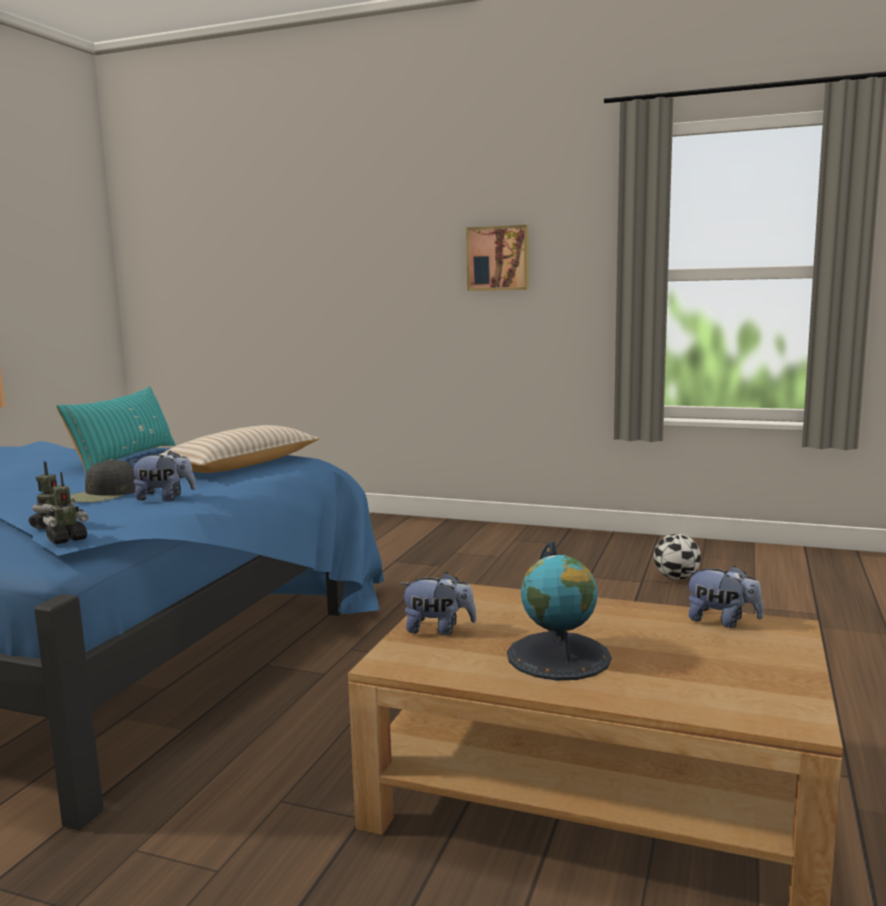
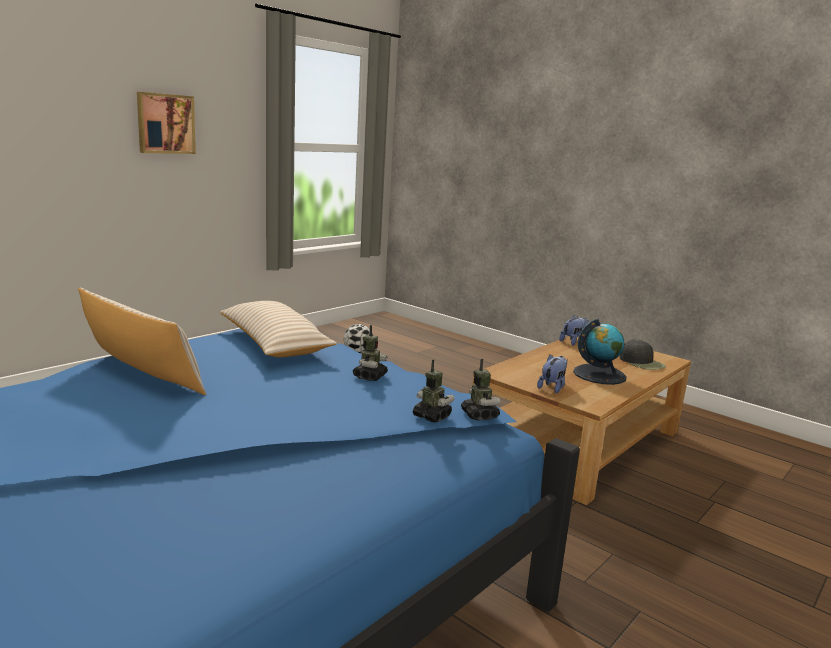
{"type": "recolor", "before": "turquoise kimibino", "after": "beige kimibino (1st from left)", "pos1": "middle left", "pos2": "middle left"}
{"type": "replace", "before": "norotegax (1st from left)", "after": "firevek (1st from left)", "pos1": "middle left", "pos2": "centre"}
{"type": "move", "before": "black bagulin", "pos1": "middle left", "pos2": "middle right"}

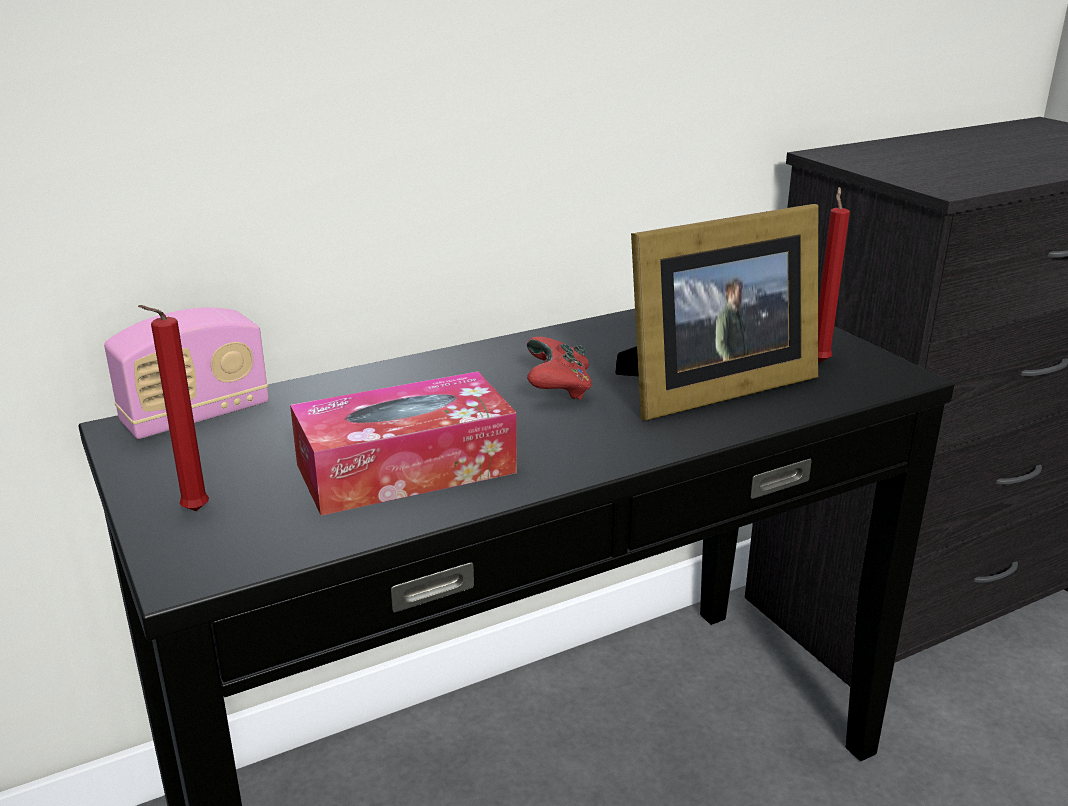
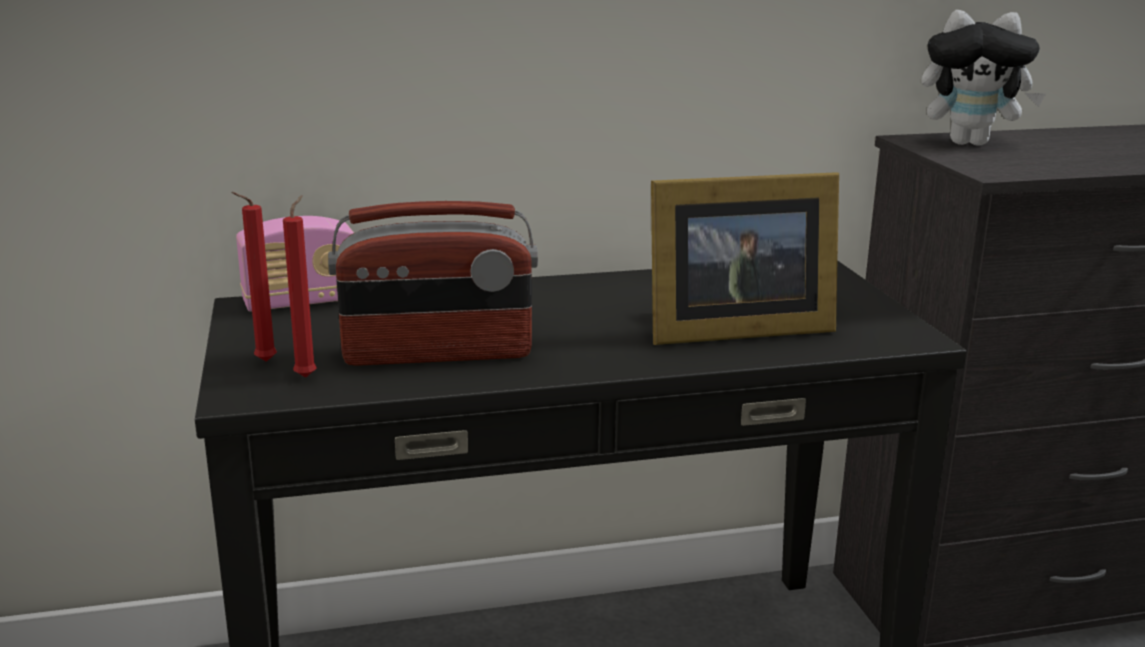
{"type": "move", "before": "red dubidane (2nd from left)", "pos1": "middle right", "pos2": "middle left"}
{"type": "replace", "before": "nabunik", "after": "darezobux (2nd from left)", "pos1": "centre", "pos2": "centre"}
{"type": "insert", "after": "norotegax", "pos2": "top right"}
{"type": "delete", "before": "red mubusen", "pos1": "centre"}

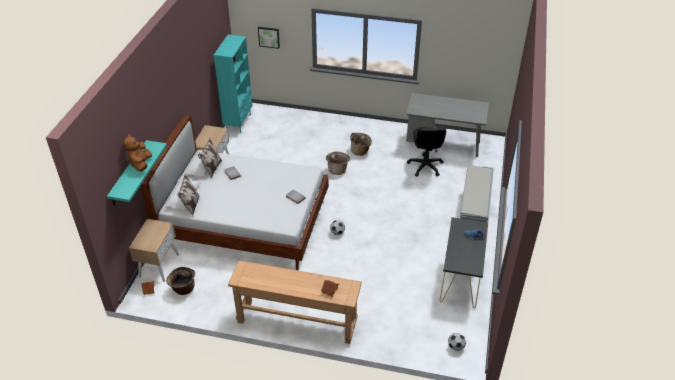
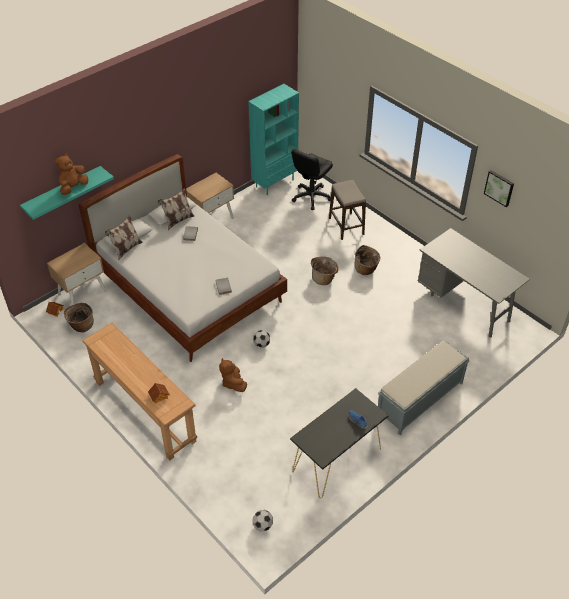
{"type": "insert", "after": "brown norotegax (2nd from left)", "pos2": "centre"}
{"type": "move", "before": "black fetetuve", "pos1": "centre", "pos2": "top centre"}
{"type": "insert", "after": "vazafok", "pos2": "centre"}
{"type": "move", "before": "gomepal", "pos1": "top centre", "pos2": "top right"}

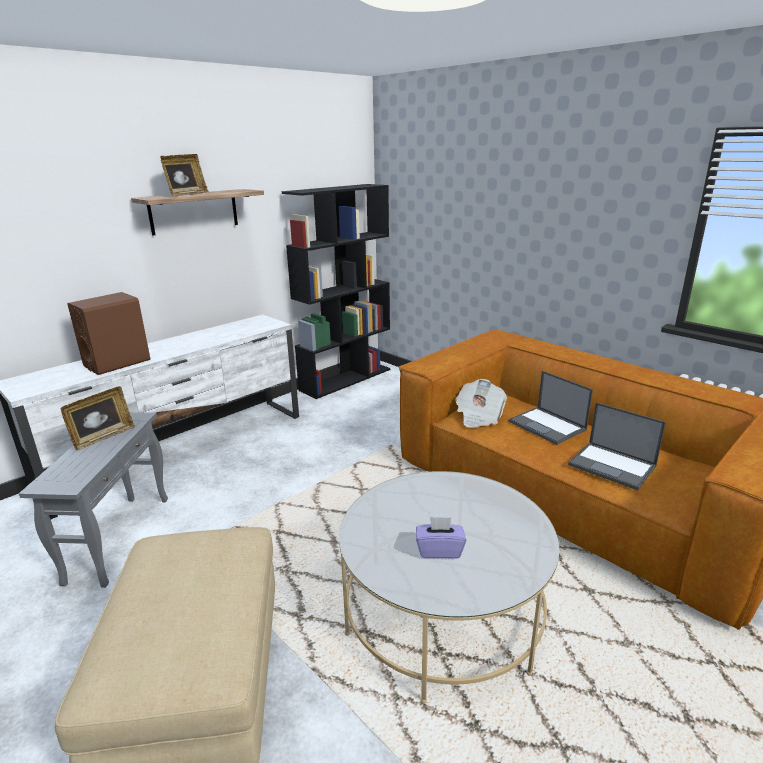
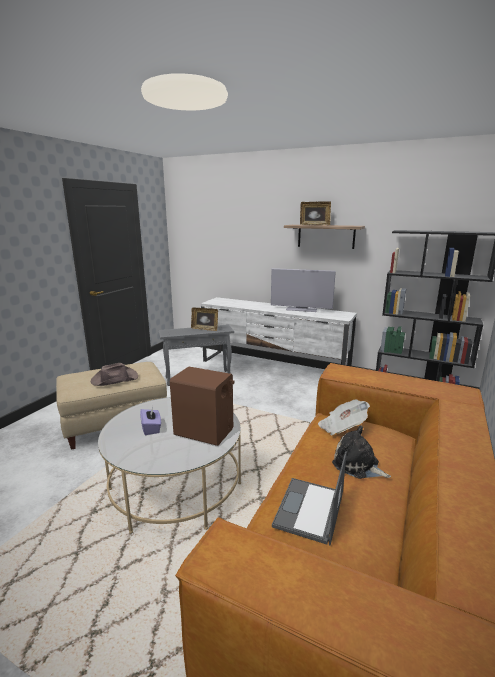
{"type": "insert", "after": "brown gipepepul", "pos2": "middle left"}
{"type": "move", "before": "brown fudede", "pos1": "middle left", "pos2": "centre"}
{"type": "insert", "after": "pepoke", "pos2": "centre"}
{"type": "replace", "before": "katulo (1st from left)", "after": "norotegax", "pos1": "middle right", "pos2": "bottom right"}

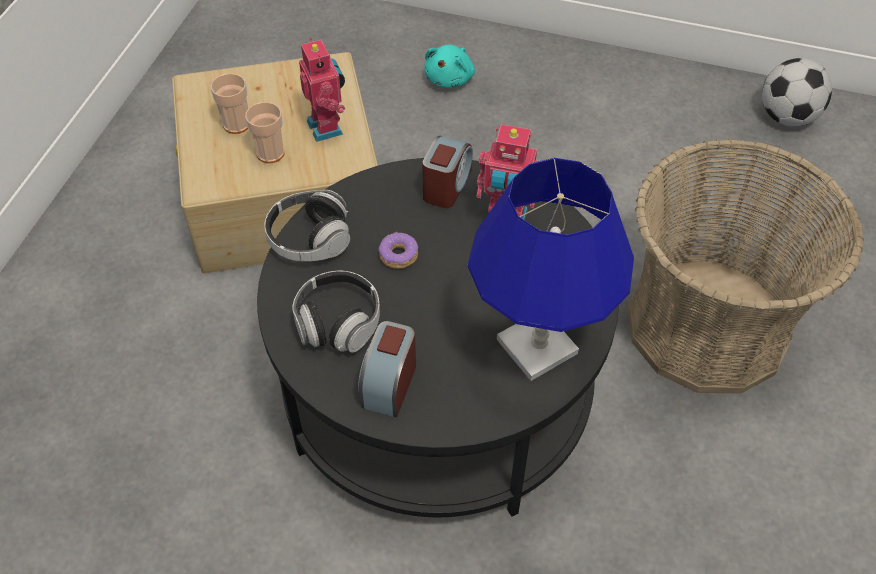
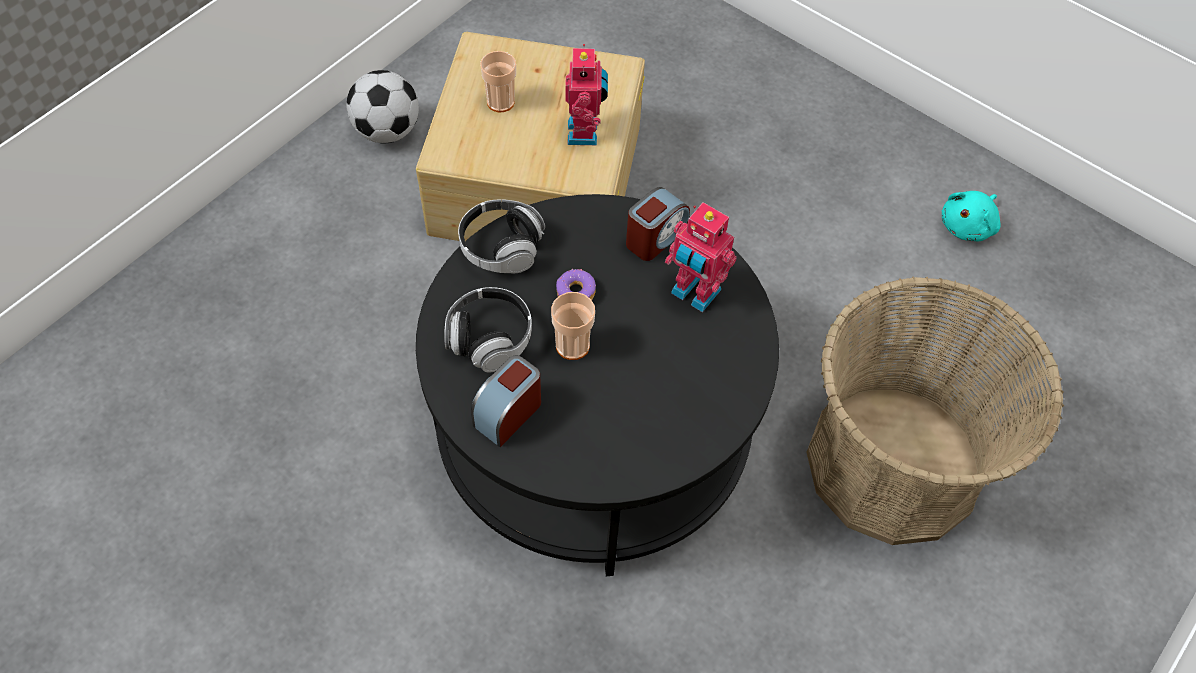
{"type": "move", "before": "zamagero", "pos1": "top right", "pos2": "top left"}
{"type": "move", "before": "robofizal (2nd from left)", "pos1": "top left", "pos2": "centre"}
{"type": "move", "before": "turquoise norotegax", "pos1": "top centre", "pos2": "top right"}
{"type": "delete", "before": "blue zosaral", "pos1": "centre"}

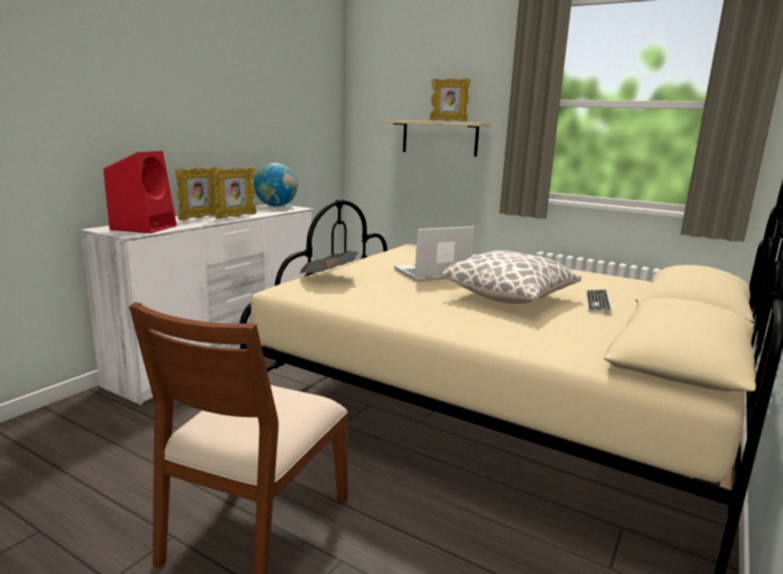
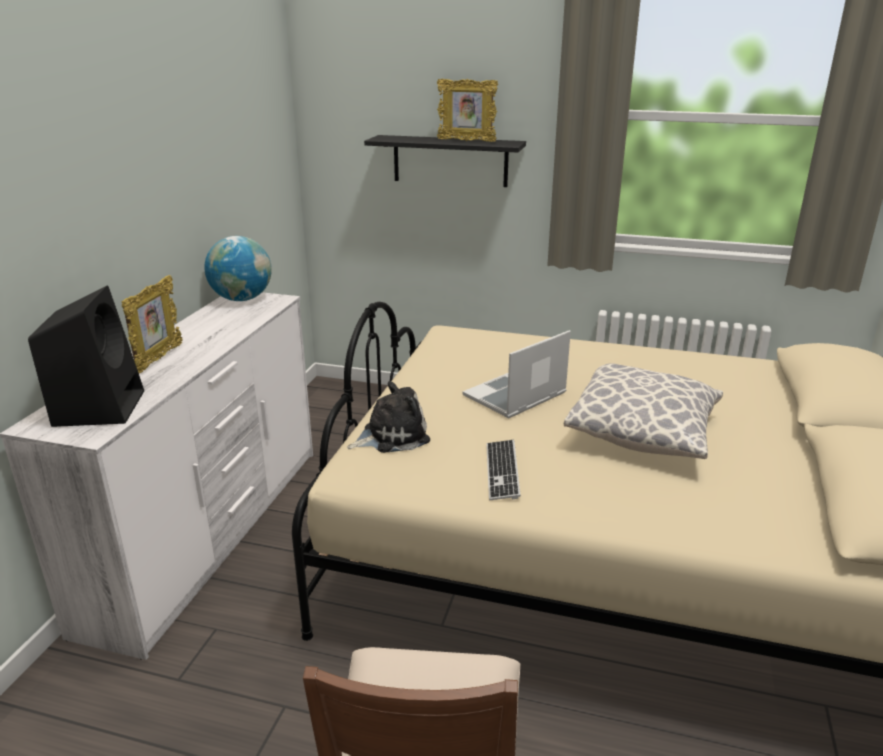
{"type": "recolor", "before": "red fudede", "after": "black fudede", "pos1": "middle left", "pos2": "middle left"}
{"type": "replace", "before": "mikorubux", "after": "norotegax", "pos1": "centre", "pos2": "centre"}
{"type": "recolor", "before": "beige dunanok", "after": "black dunanok", "pos1": "top centre", "pos2": "top centre"}
{"type": "move", "before": "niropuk", "pos1": "middle right", "pos2": "centre"}
{"type": "delete", "before": "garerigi (2nd from left)", "pos1": "middle left"}

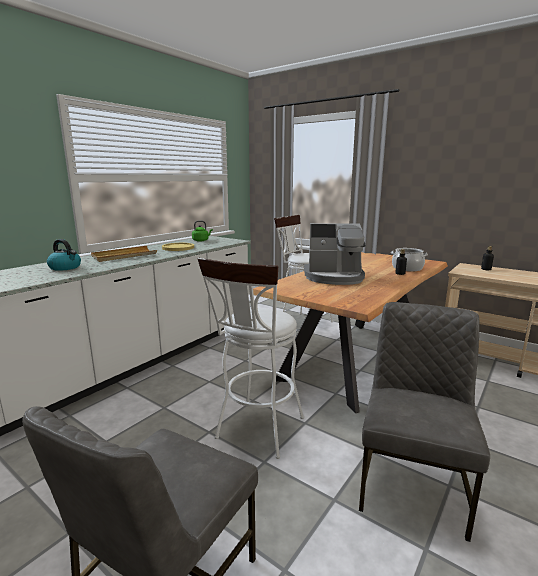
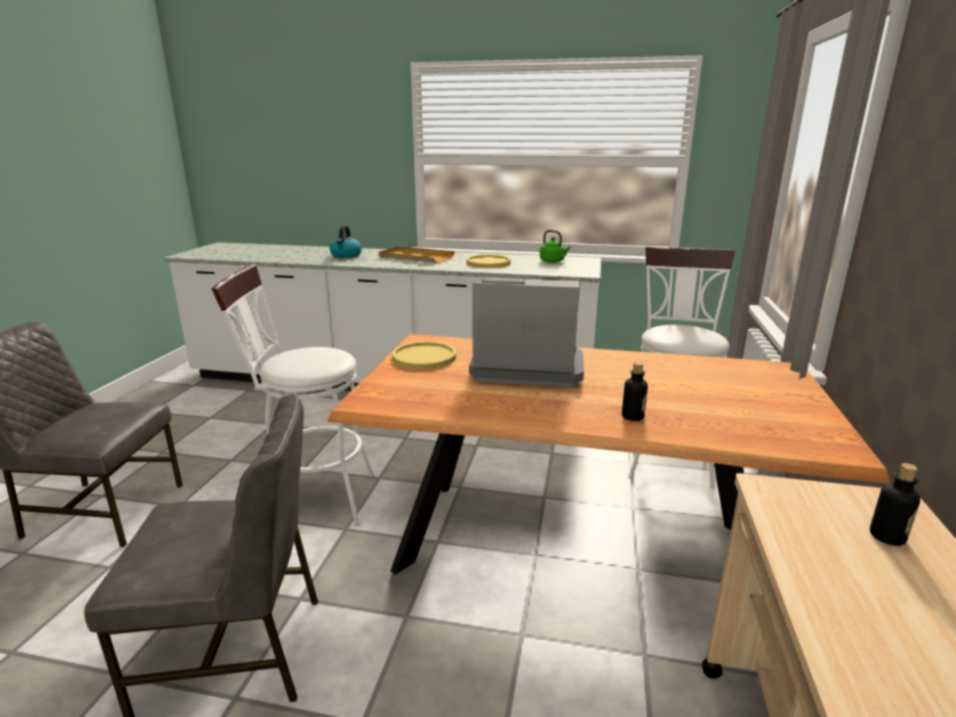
{"type": "insert", "after": "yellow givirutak (1st from left)", "pos2": "centre"}
{"type": "rotate", "before": "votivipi", "pos1": "centre", "pos2": "centre", "turn": 120}
{"type": "delete", "before": "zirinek", "pos1": "middle right"}

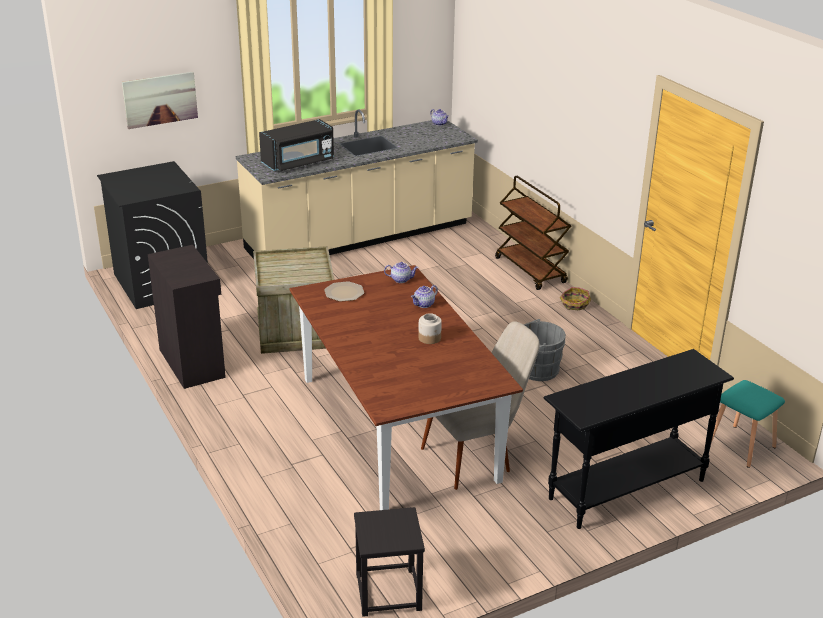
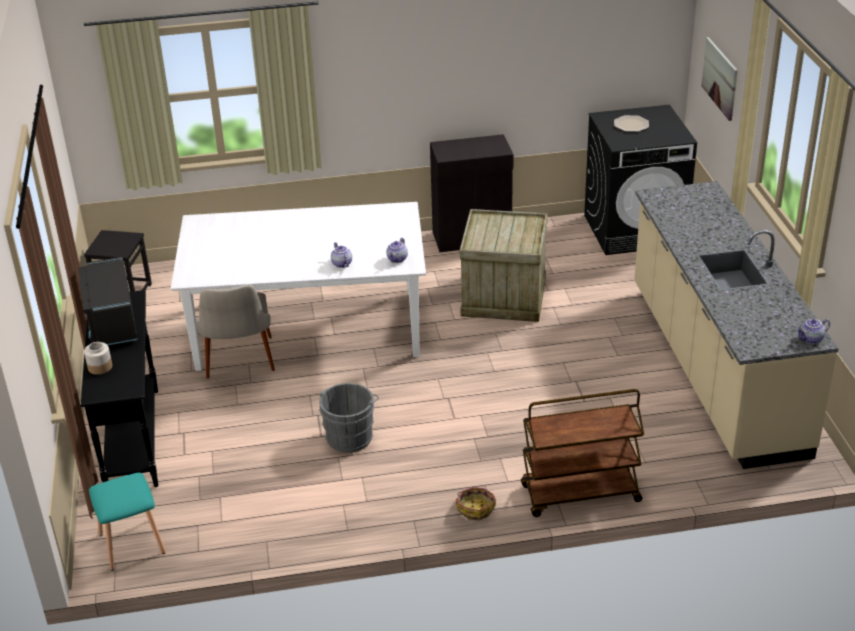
{"type": "move", "before": "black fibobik", "pos1": "top centre", "pos2": "middle left"}
{"type": "move", "before": "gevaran", "pos1": "centre", "pos2": "middle left"}
{"type": "recolor", "before": "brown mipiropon", "after": "white mipiropon", "pos1": "centre", "pos2": "centre"}
{"type": "move", "before": "givirutak", "pos1": "centre", "pos2": "top right"}

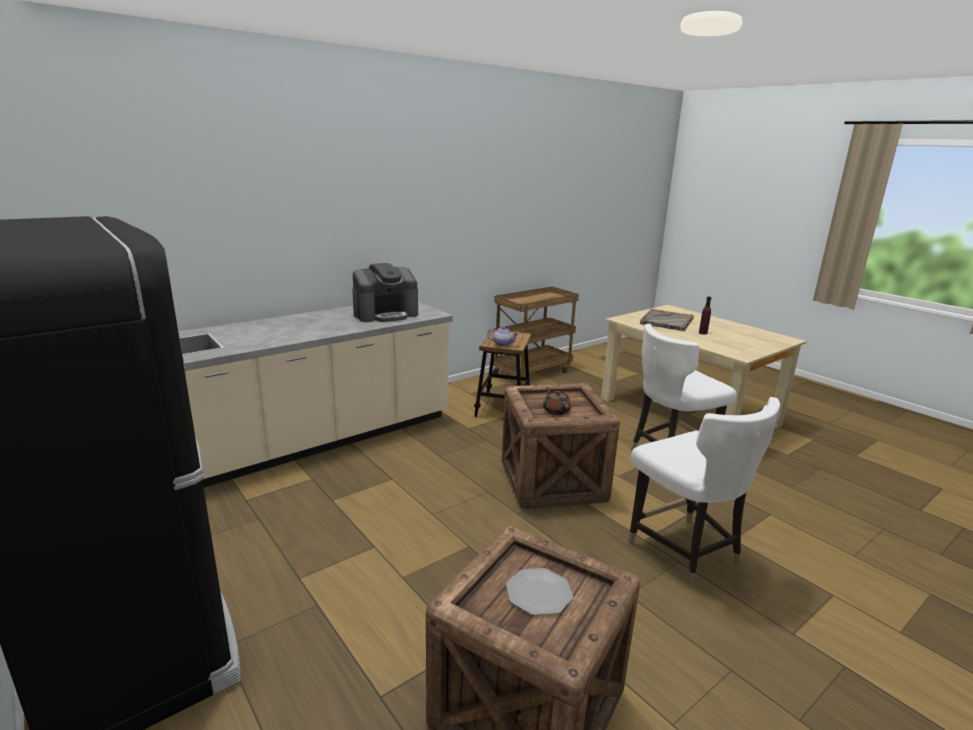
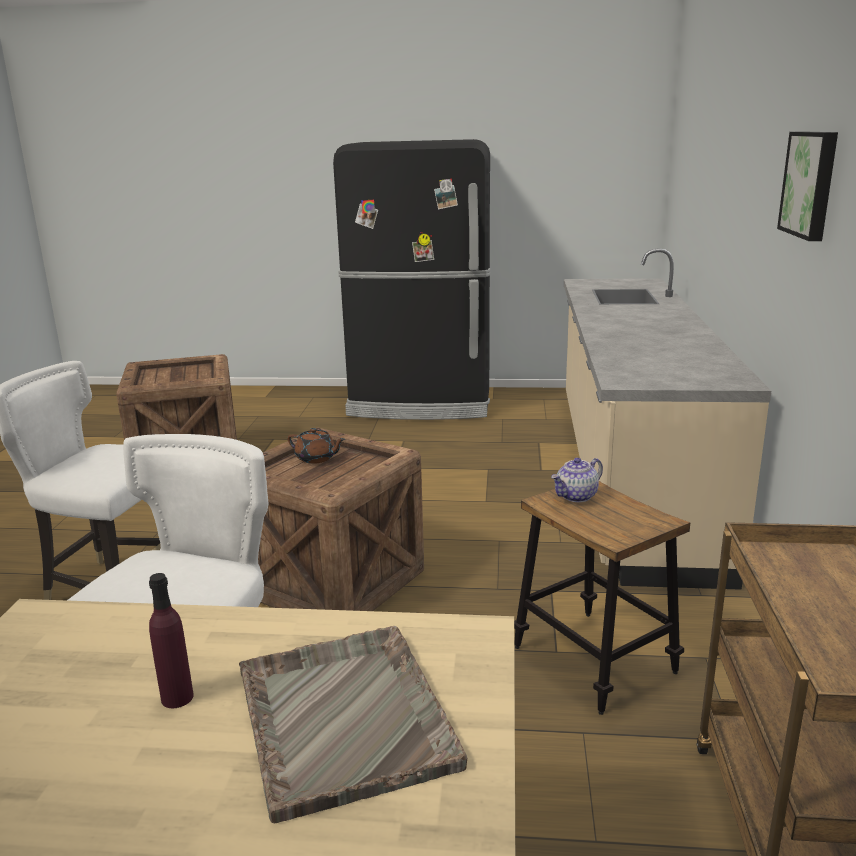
{"type": "insert", "after": "gomepal", "pos2": "top right"}
{"type": "delete", "before": "votivipi", "pos1": "centre"}
{"type": "delete", "before": "givirutak", "pos1": "bottom centre"}

